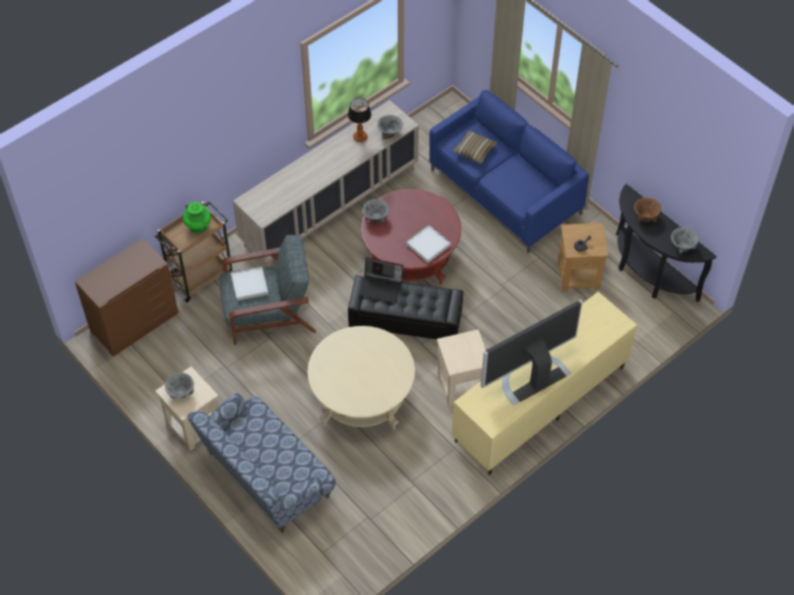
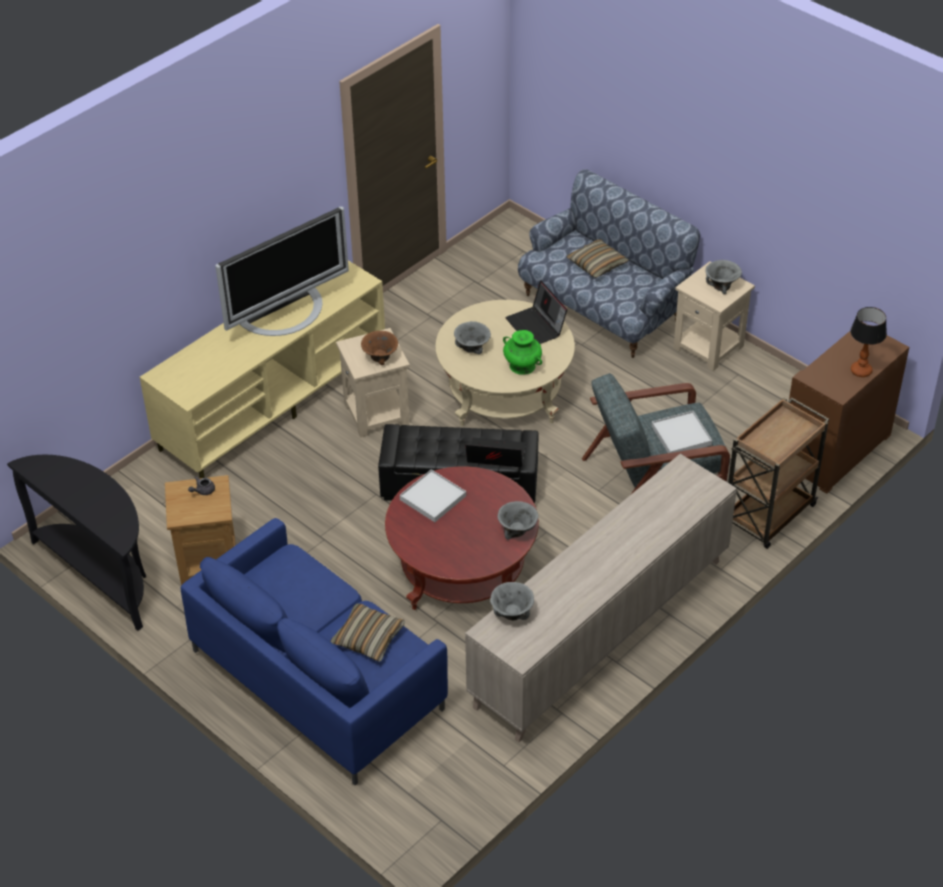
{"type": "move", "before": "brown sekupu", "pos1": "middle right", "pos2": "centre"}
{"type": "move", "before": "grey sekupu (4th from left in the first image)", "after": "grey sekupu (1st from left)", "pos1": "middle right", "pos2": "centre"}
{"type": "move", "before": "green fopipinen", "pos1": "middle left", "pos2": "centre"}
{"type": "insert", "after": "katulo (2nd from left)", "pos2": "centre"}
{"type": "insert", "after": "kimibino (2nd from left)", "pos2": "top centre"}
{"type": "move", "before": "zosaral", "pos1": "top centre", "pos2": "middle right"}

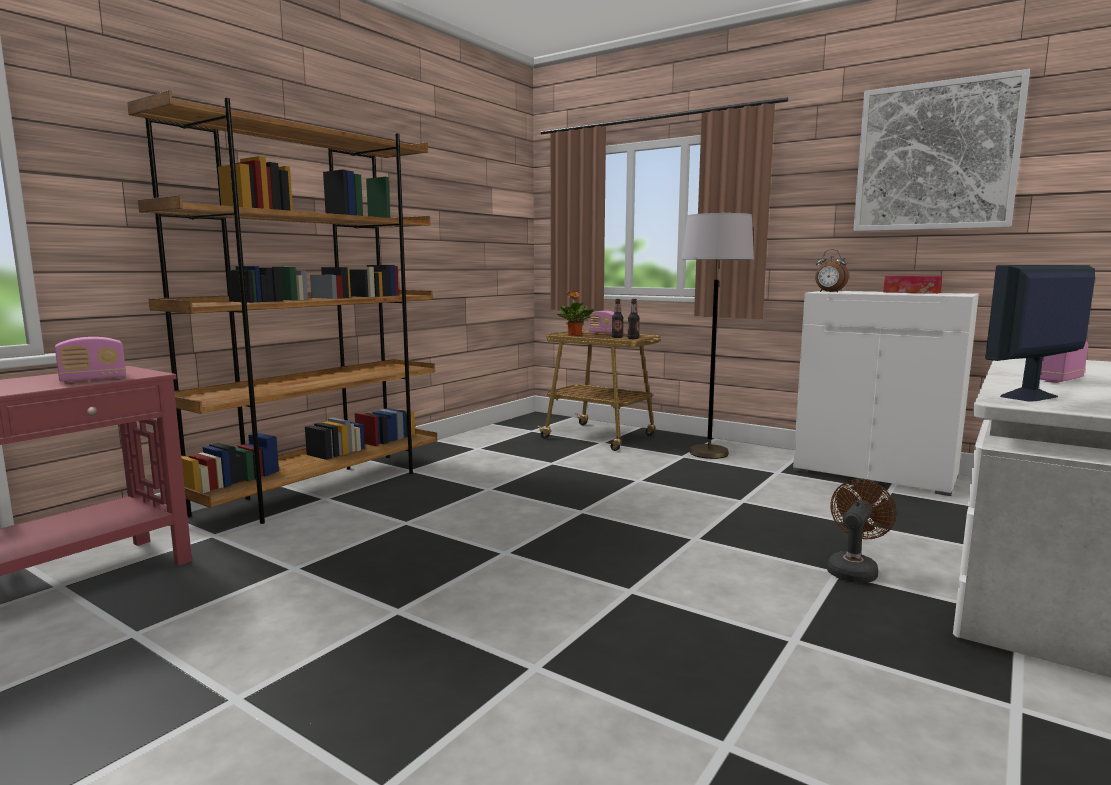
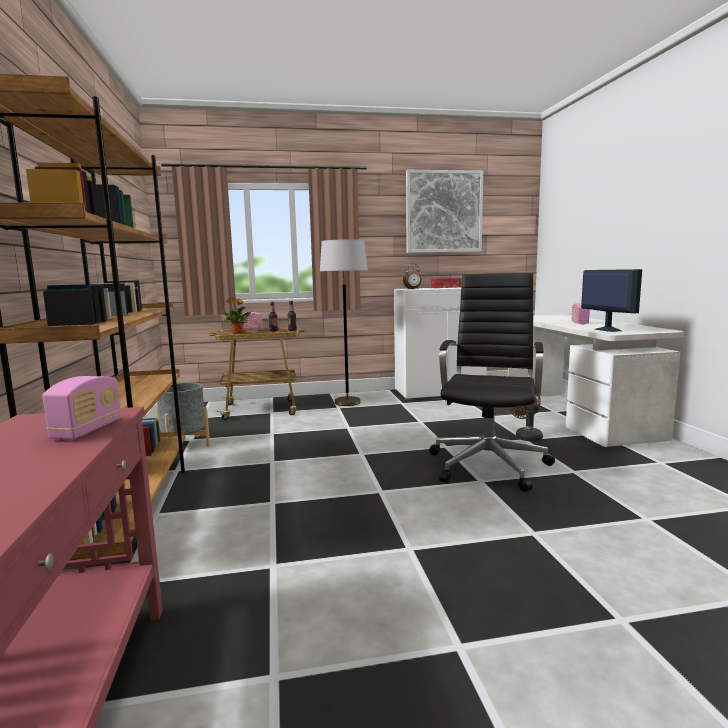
{"type": "insert", "after": "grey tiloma", "pos2": "middle left"}
{"type": "insert", "after": "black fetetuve", "pos2": "middle right"}
{"type": "rotate", "before": "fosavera", "pos1": "middle right", "pos2": "middle right", "turn": 150}

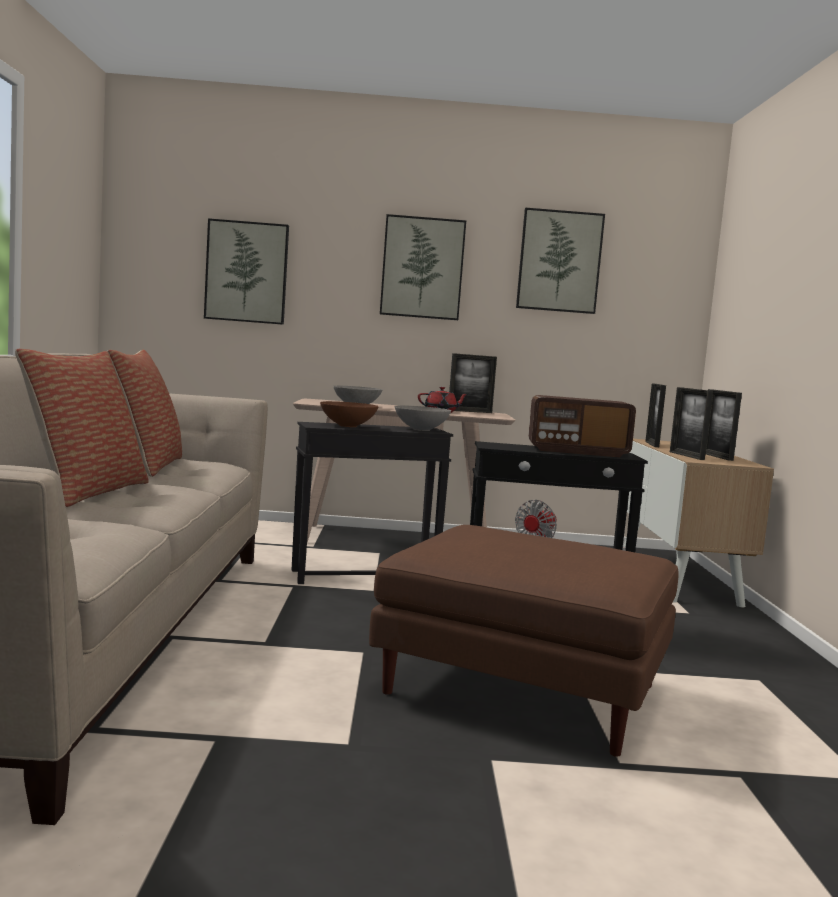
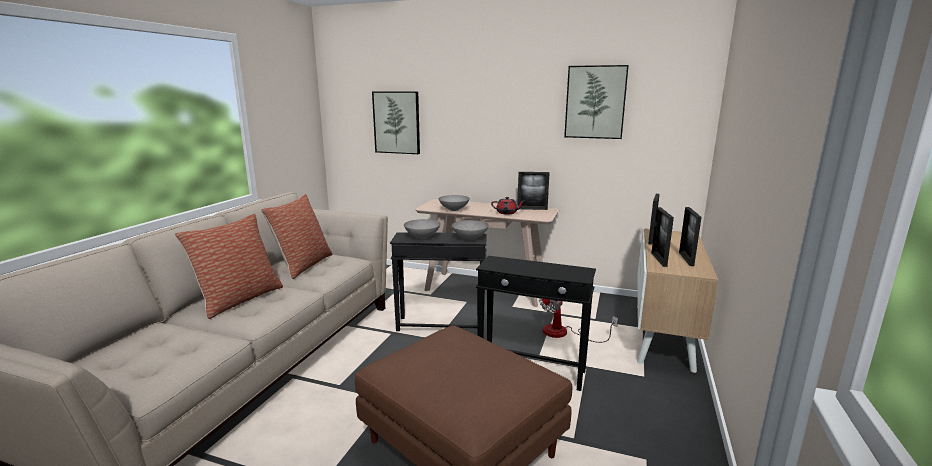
{"type": "recolor", "before": "brown sekupu", "after": "grey sekupu (1st from left)", "pos1": "centre", "pos2": "centre"}
{"type": "delete", "before": "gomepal (2nd from left)", "pos1": "top centre"}
{"type": "delete", "before": "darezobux", "pos1": "middle right"}

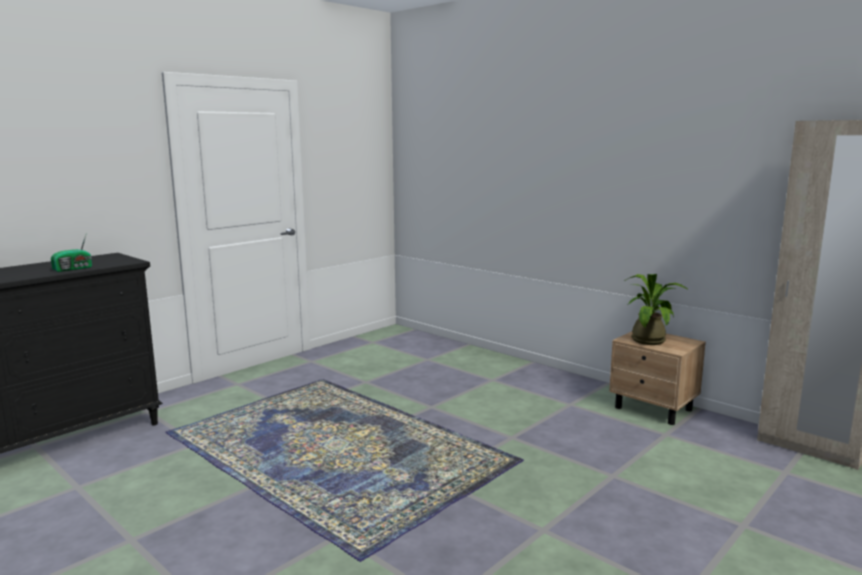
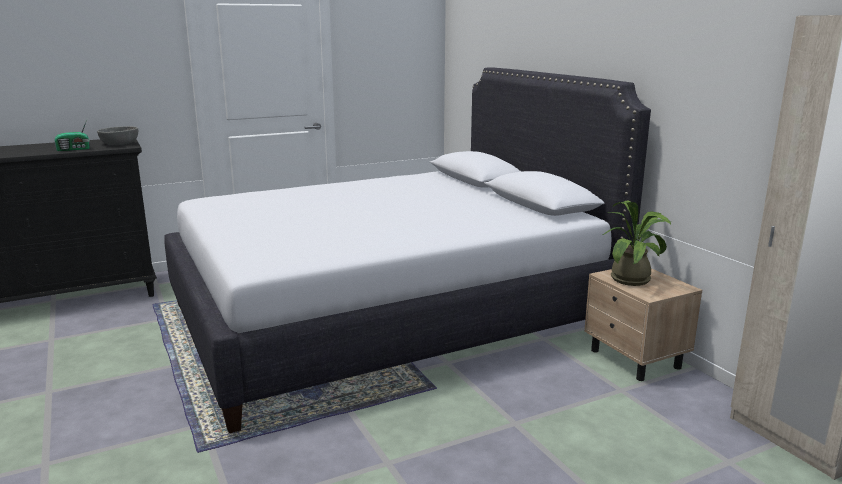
{"type": "insert", "after": "grey sekupu", "pos2": "top left"}
{"type": "insert", "after": "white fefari", "pos2": "centre"}

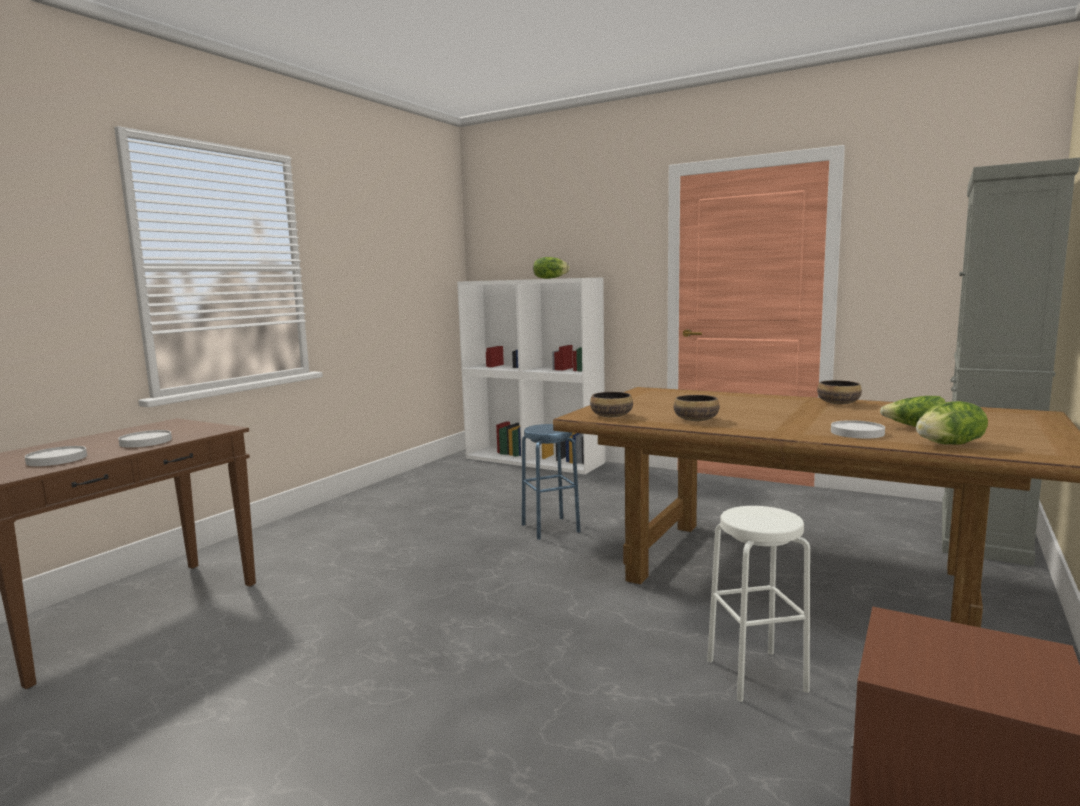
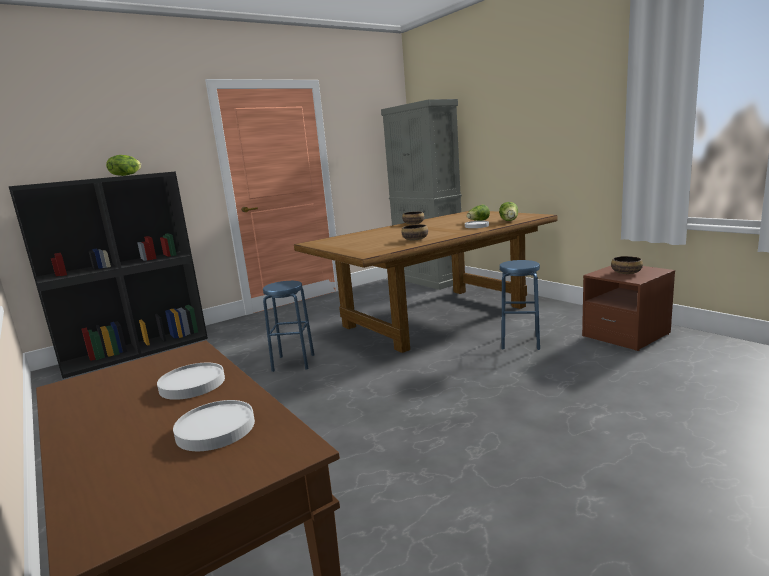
{"type": "recolor", "before": "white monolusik", "after": "black monolusik", "pos1": "centre", "pos2": "middle left"}
{"type": "recolor", "before": "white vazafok", "after": "blue vazafok (2nd from left)", "pos1": "bottom right", "pos2": "middle right"}
{"type": "move", "before": "sekupu (1st from left in the first image)", "after": "sekupu (3rd from left)", "pos1": "centre", "pos2": "middle right"}

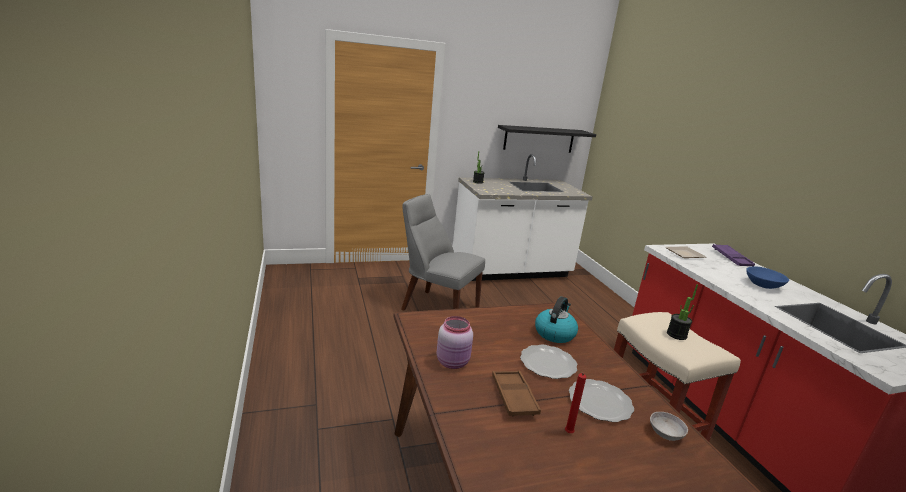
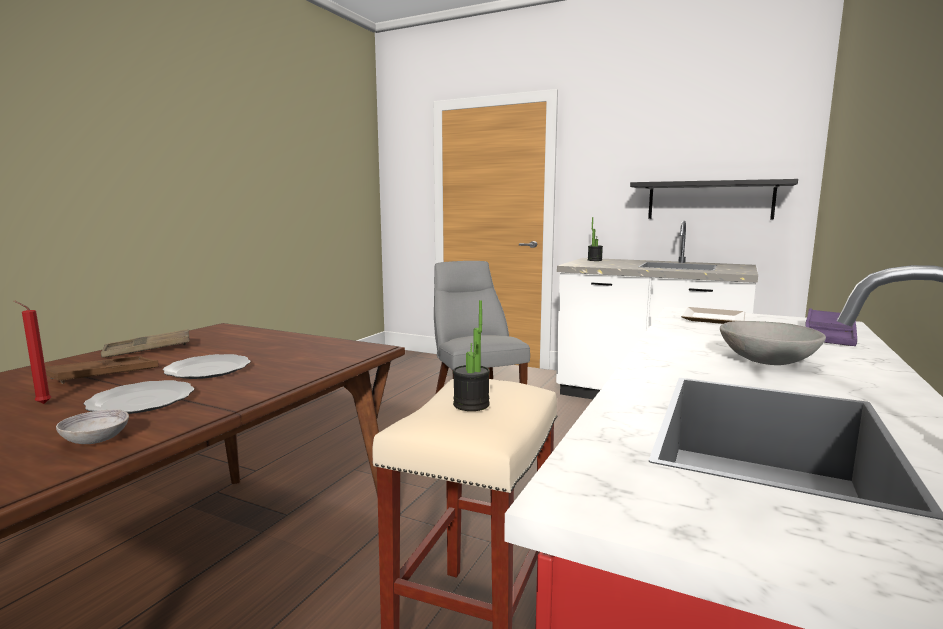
{"type": "replace", "before": "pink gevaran", "after": "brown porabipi (2nd from left)", "pos1": "bottom centre", "pos2": "middle left"}
{"type": "recolor", "before": "blue sekupu", "after": "grey sekupu (2nd from left)", "pos1": "middle right", "pos2": "middle right"}
{"type": "delete", "before": "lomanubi", "pos1": "centre"}

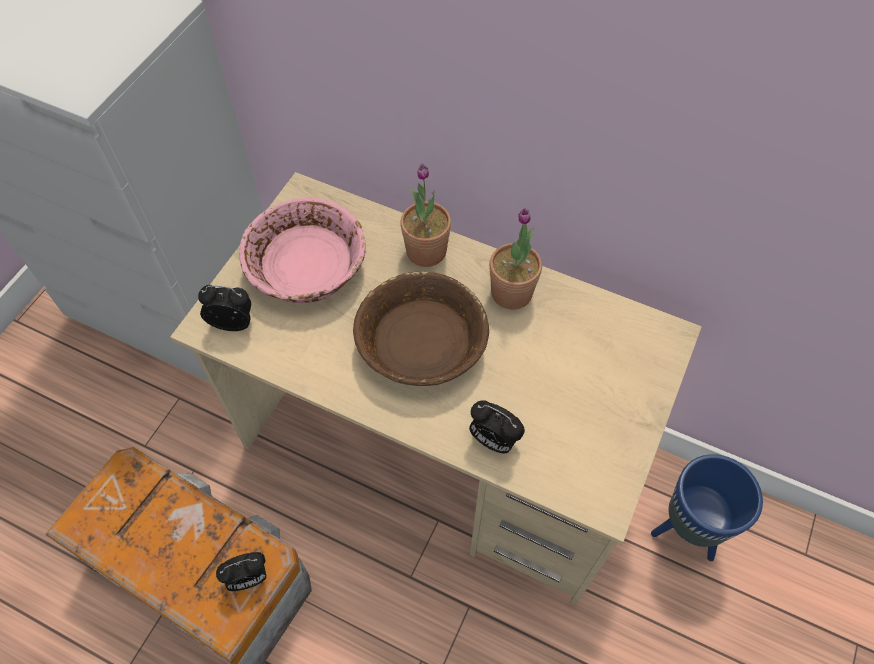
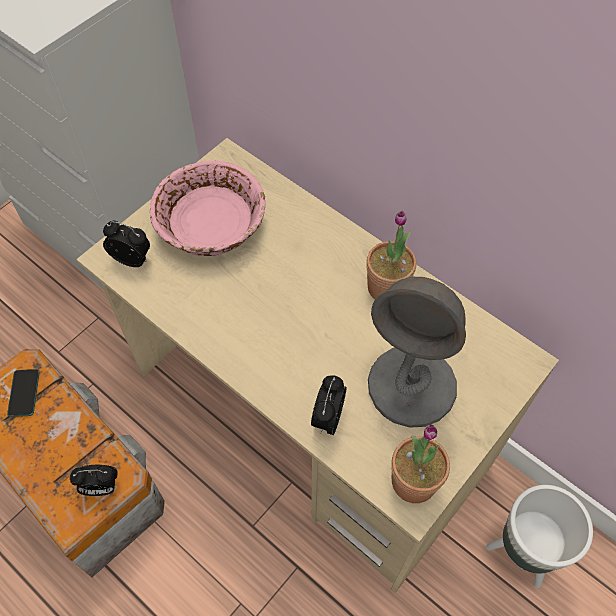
{"type": "insert", "after": "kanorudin", "pos2": "middle left"}
{"type": "rotate", "before": "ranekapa (3rd from left)", "pos1": "centre", "pos2": "centre", "turn": 60}
{"type": "insert", "after": "grey zosaral", "pos2": "middle right"}
{"type": "move", "before": "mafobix (1st from left in the first image)", "after": "mafobix (2nd from left)", "pos1": "top centre", "pos2": "bottom right"}
{"type": "recolor", "before": "blue tiloma", "after": "white tiloma", "pos1": "bottom right", "pos2": "bottom right"}
{"type": "delete", "before": "brown sekupu", "pos1": "centre"}

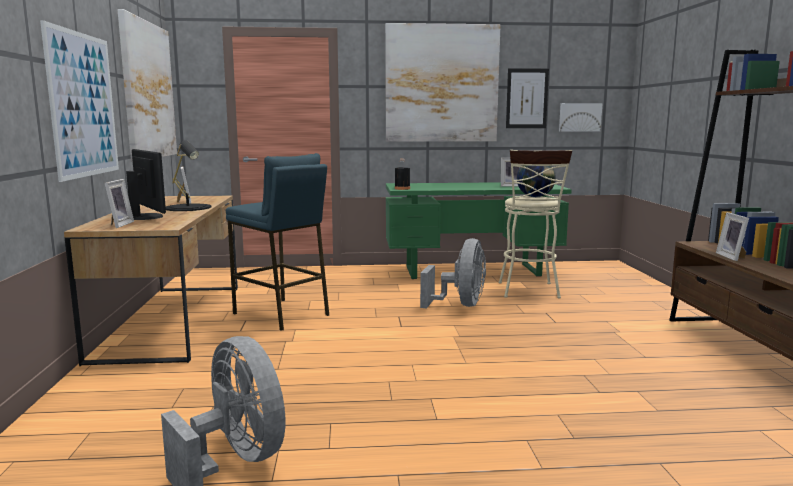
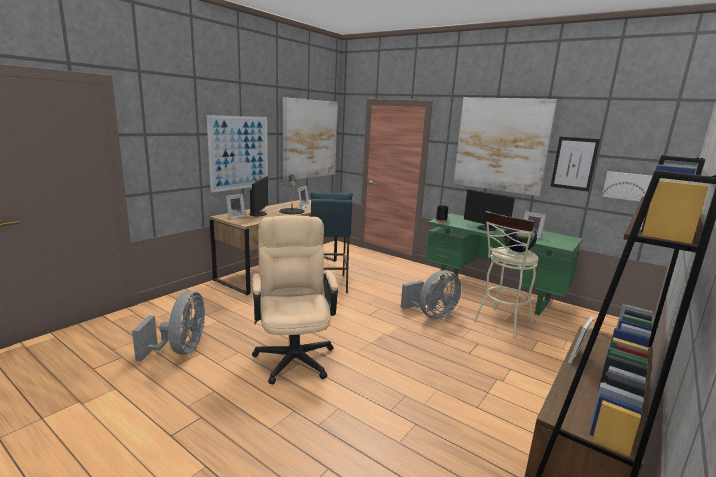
{"type": "insert", "after": "beige fetetuve", "pos2": "centre"}
{"type": "insert", "after": "fosavera (2nd from left)", "pos2": "middle right"}

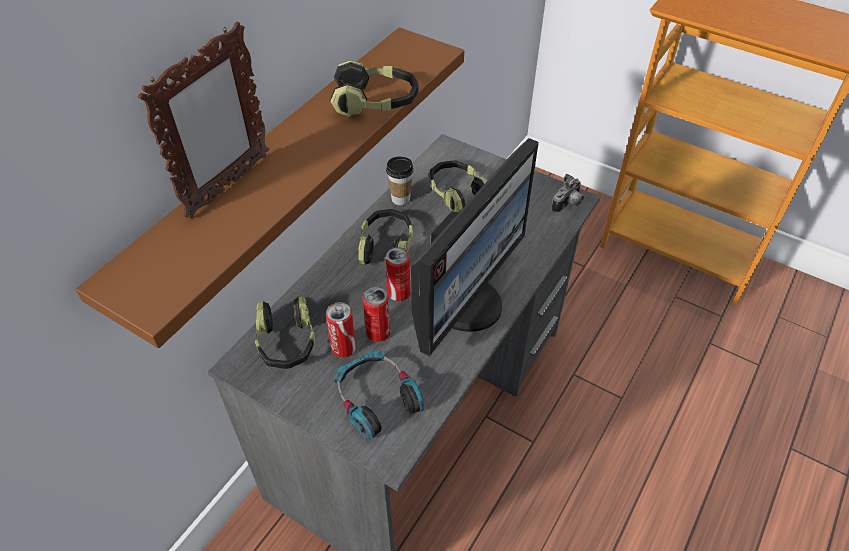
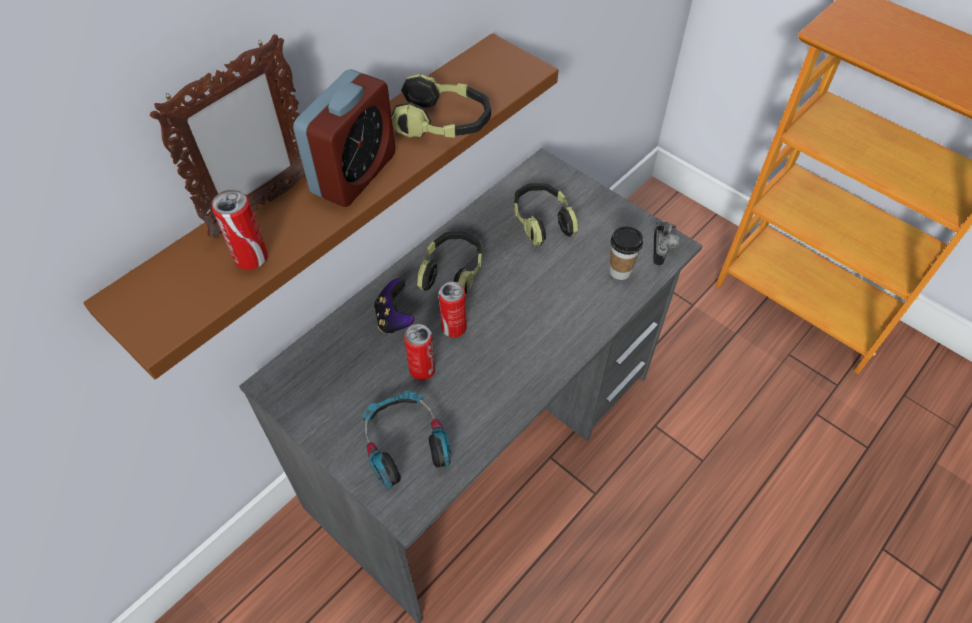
{"type": "move", "before": "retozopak (1st from left)", "pos1": "centre", "pos2": "middle left"}
{"type": "insert", "after": "ranekapa", "pos2": "top centre"}
{"type": "insert", "after": "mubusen", "pos2": "centre"}
{"type": "move", "before": "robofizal", "pos1": "top centre", "pos2": "centre"}
{"type": "rotate", "before": "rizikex", "pos1": "middle right", "pos2": "middle right", "turn": -45}
{"type": "delete", "before": "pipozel (1st from left)", "pos1": "centre"}
{"type": "delete", "before": "fosavera", "pos1": "centre"}

